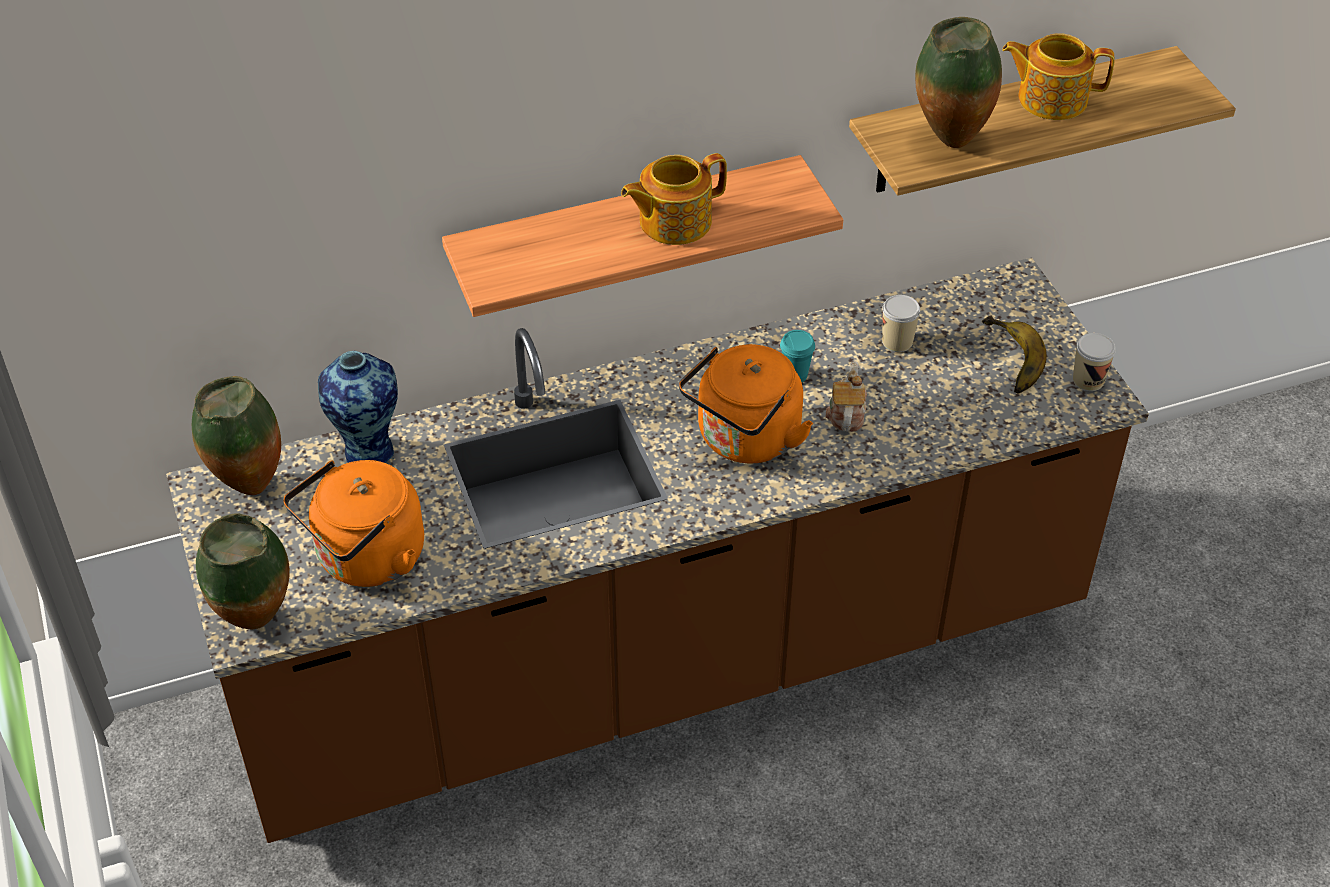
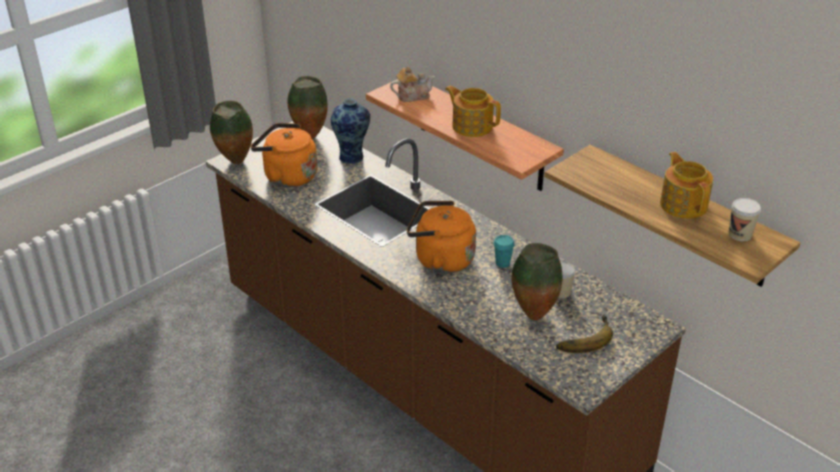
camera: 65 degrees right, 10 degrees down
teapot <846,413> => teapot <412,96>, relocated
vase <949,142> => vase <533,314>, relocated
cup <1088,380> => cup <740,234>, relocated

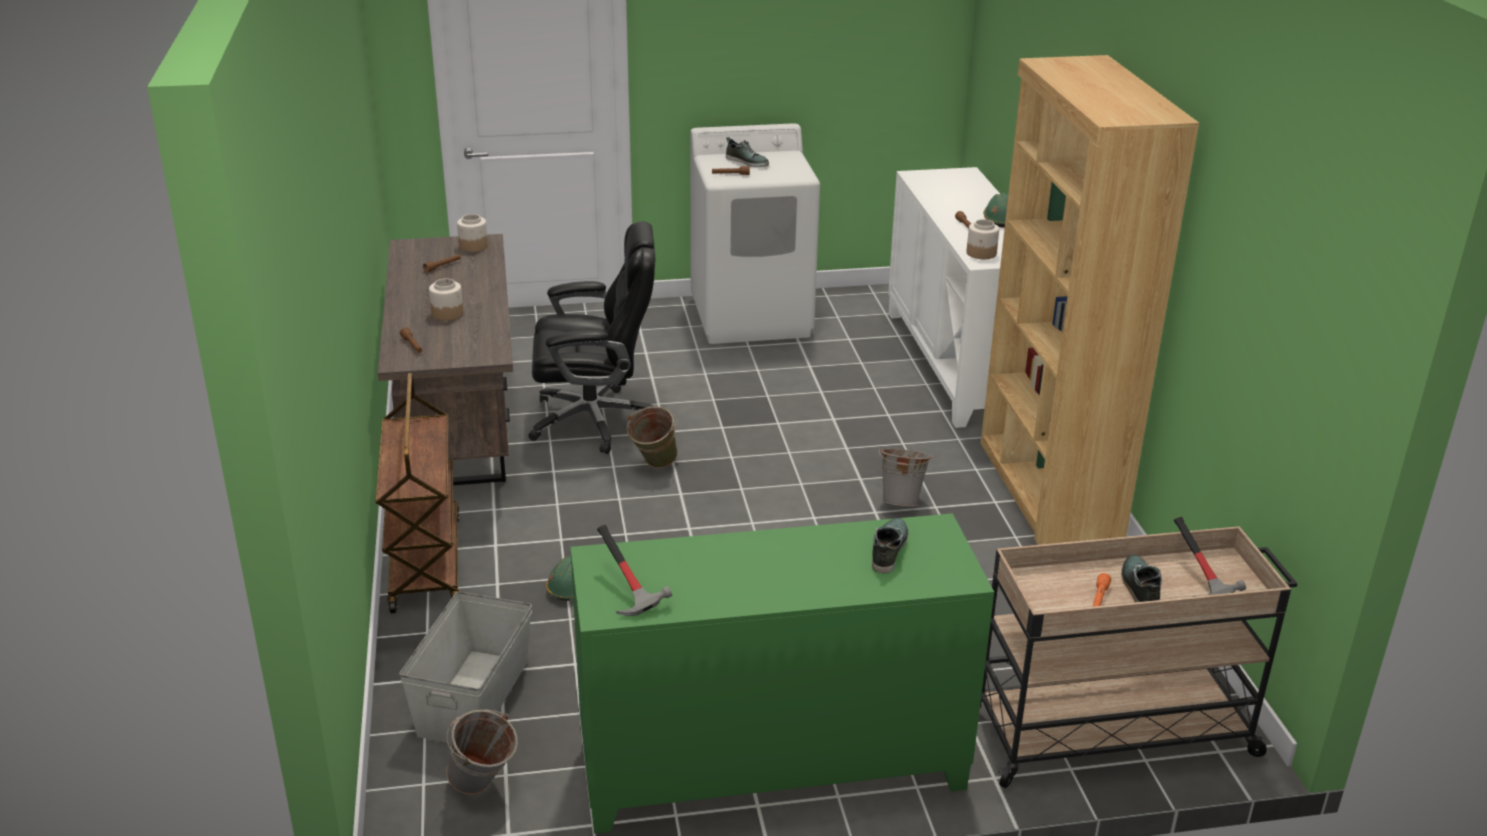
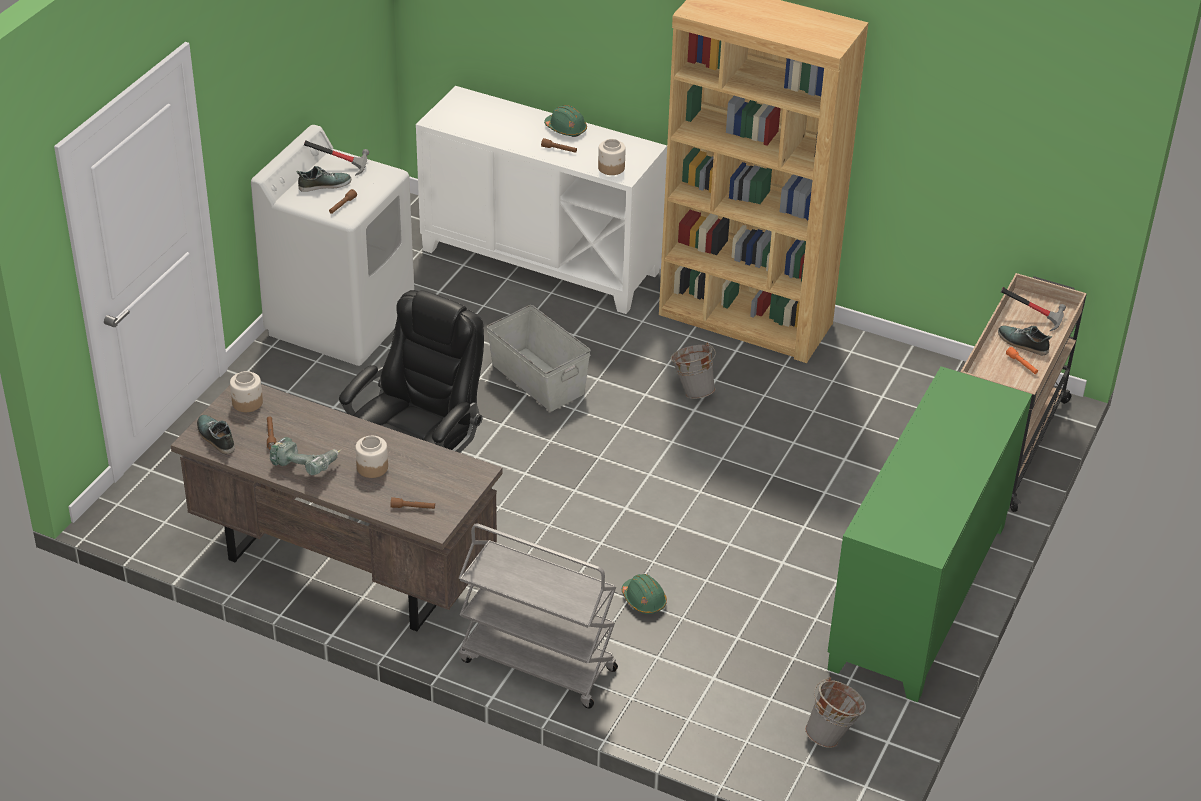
camera: 55 degrees left, 10 degrees up
green bucket <653,466> => nothing
nothing => power drill <306,465>
grey storage box <472,697> => grey storage box <537,379>, relocated
hammer <632,590> => hammer <341,165>, relocated
shoe <888,549> => shoe <215,437>, relocated
brown cart <424,563> => grey cart <536,665>

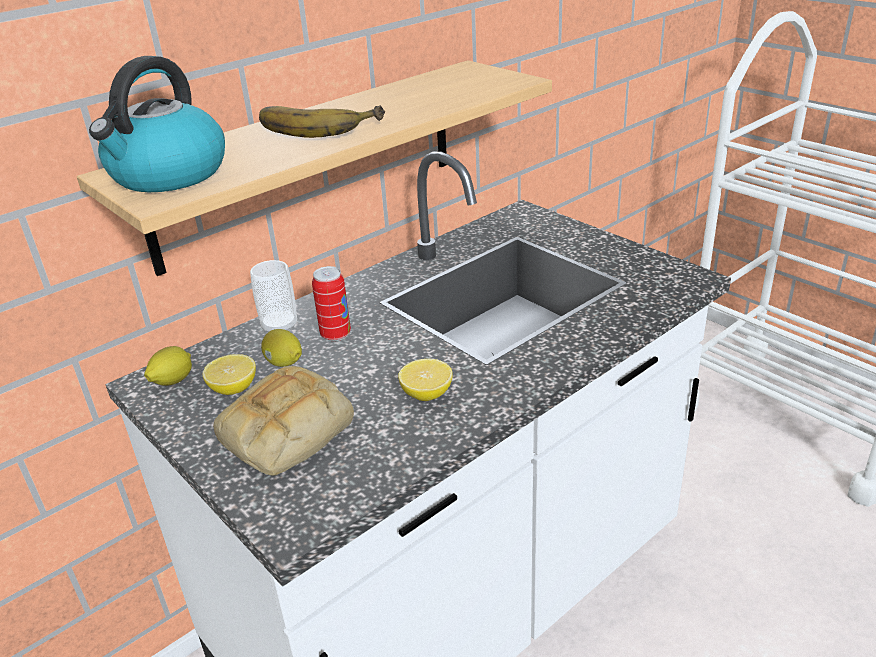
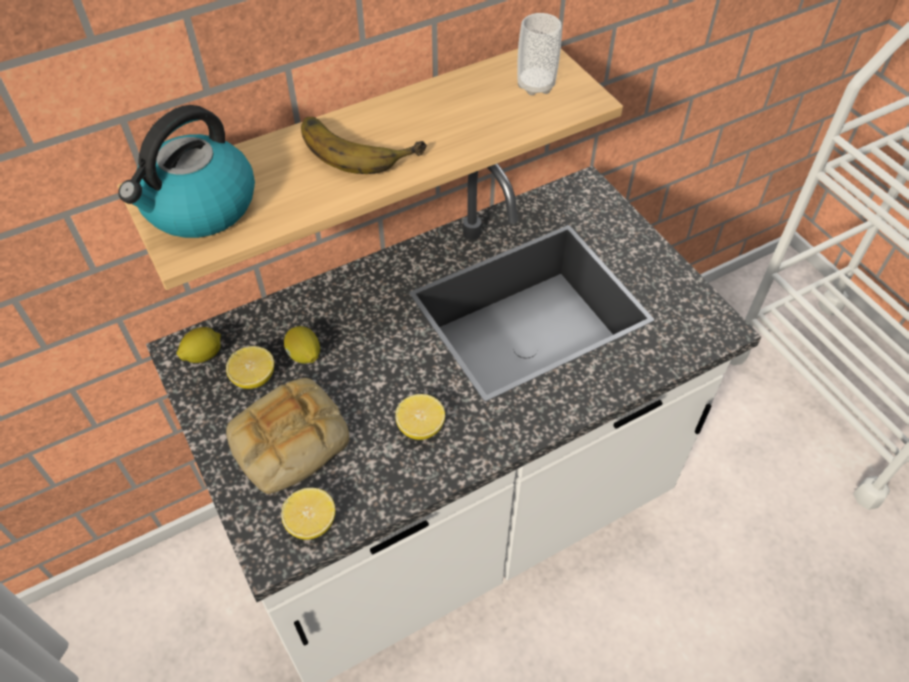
camera: 10 degrees right, 20 degrees up
can <335,334> => nothing
nothing => lemon <311,523>
cup <280,326> => cup <536,85>, relocated

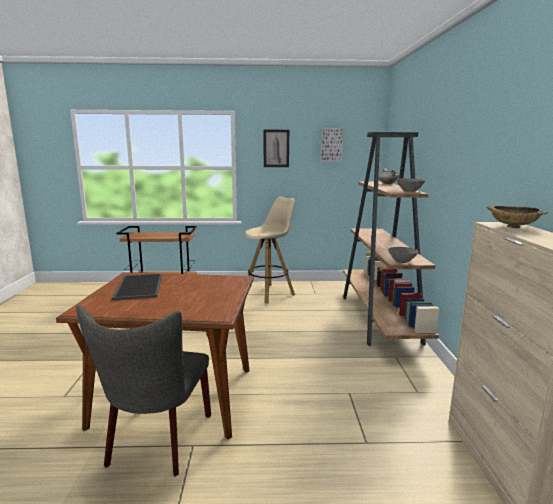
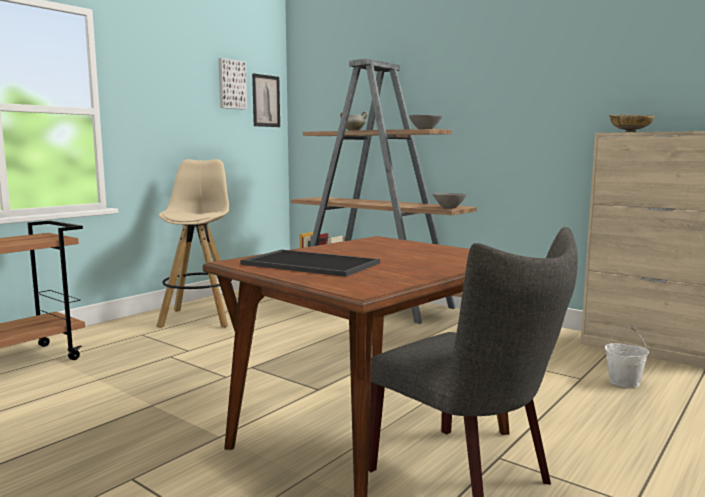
camera: 50 degrees left, 5 degrees down
nothing => white bucket <624,382>
picture <276,148> => picture <266,101>, relocated

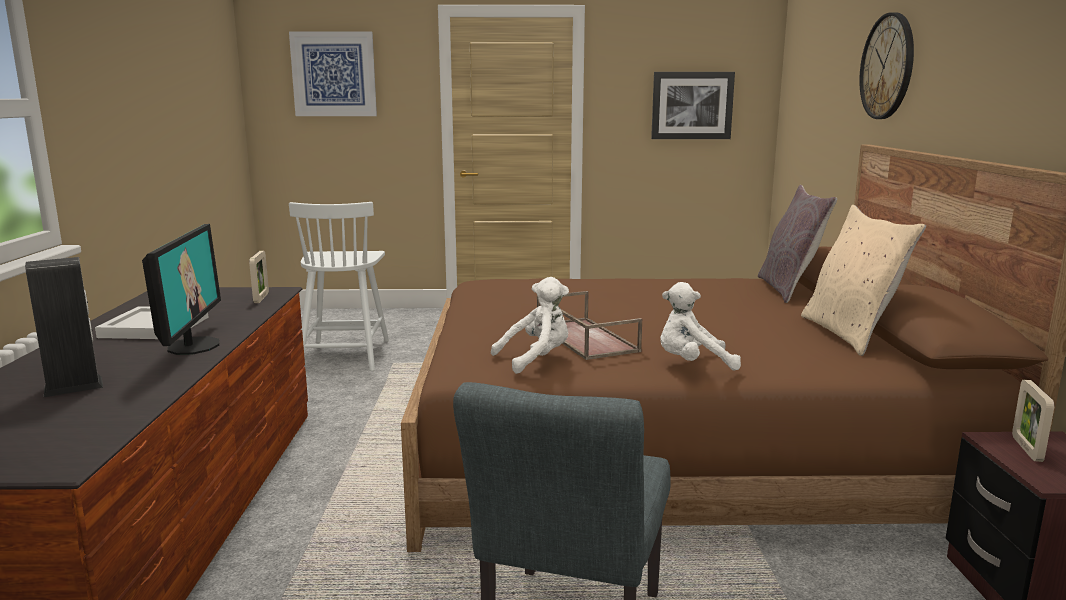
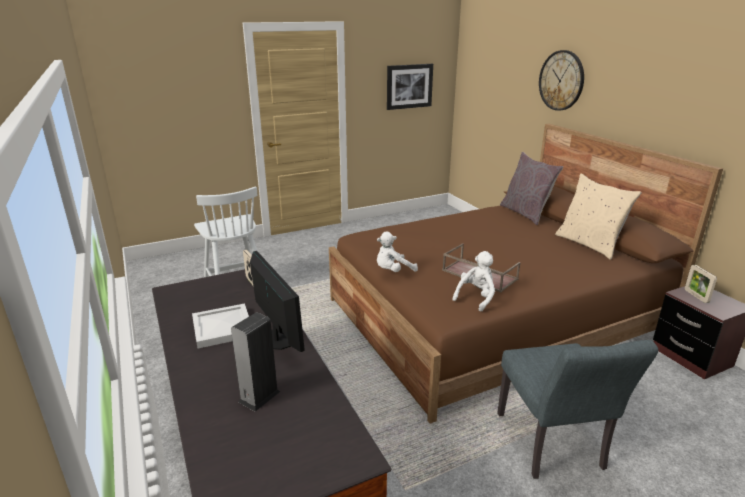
camera: 25 degrees left, 10 degrees up
picture <334,74> => nothing
white plush toy <692,364> => white plush toy <393,271>, relocated

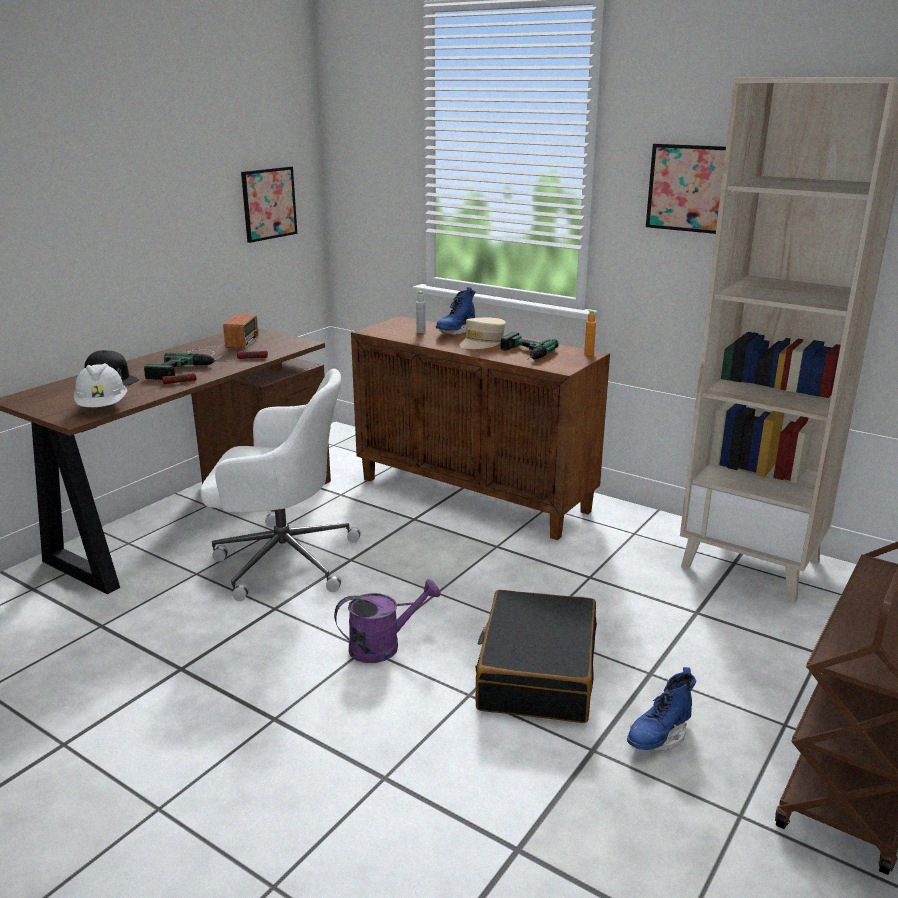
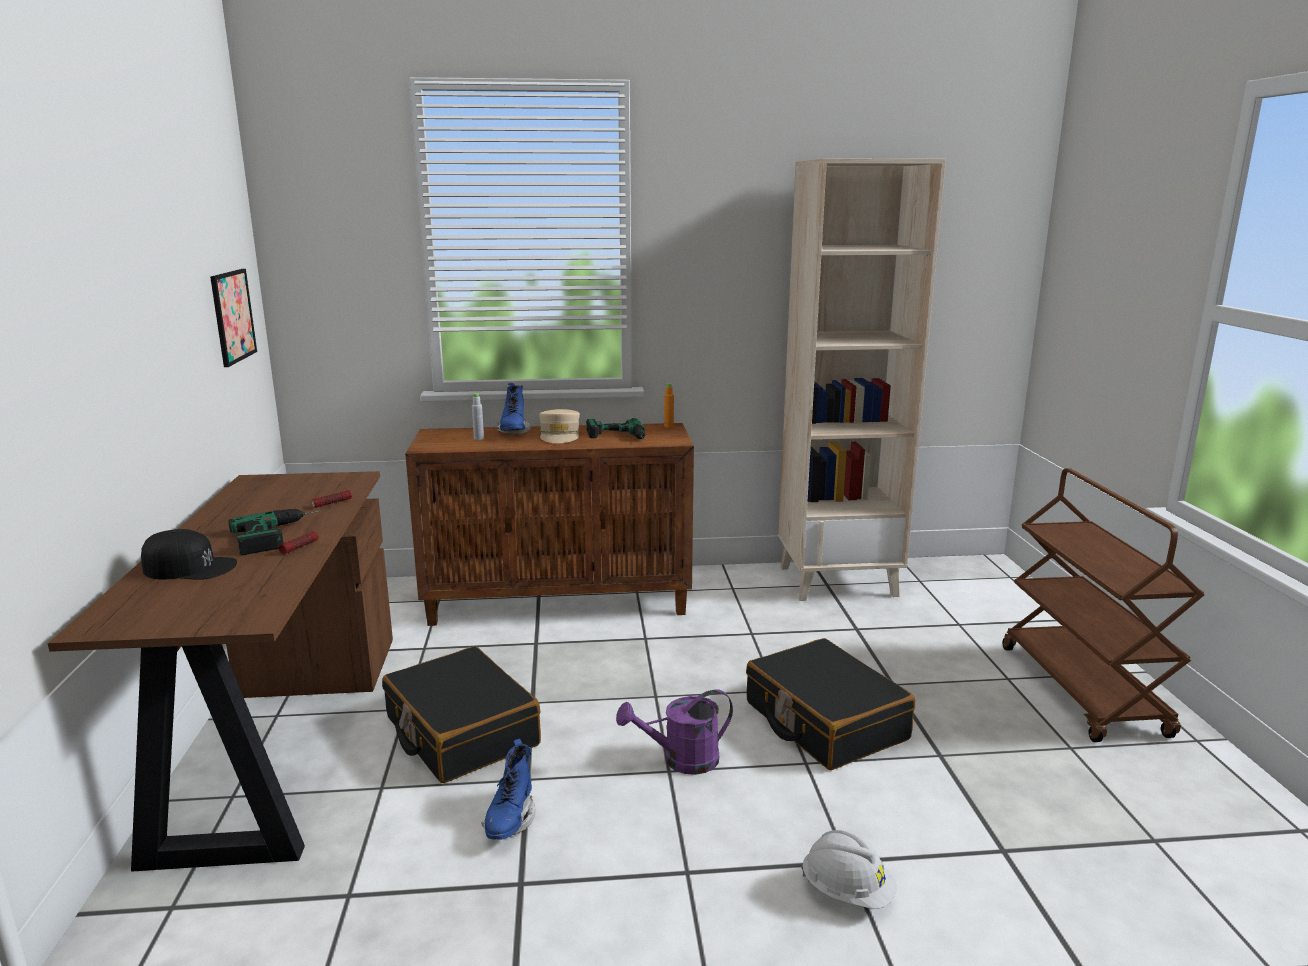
camera: 40 degrees left, 5 degrees down
radio <219,349> => nothing
picture <689,188> => nothing
white hard hat <103,407> => white hard hat <847,892>, relocated
blue boot <658,736> => blue boot <510,820>, relocated
white office chair <282,559> => black suitcase <461,732>
purple watering can <383,646> => purple watering can <681,760>, 135 degrees counterclockwise

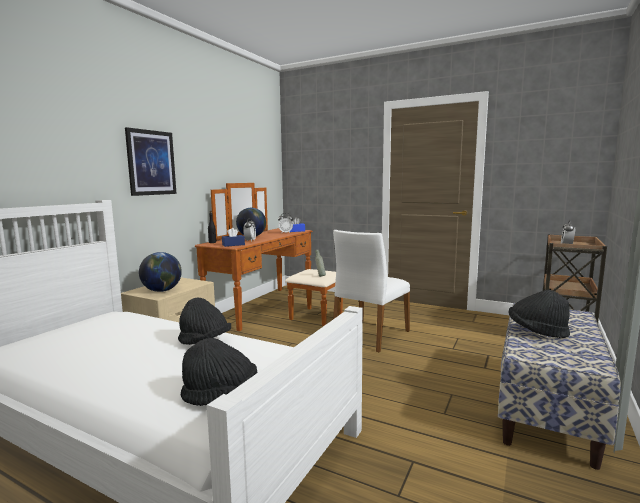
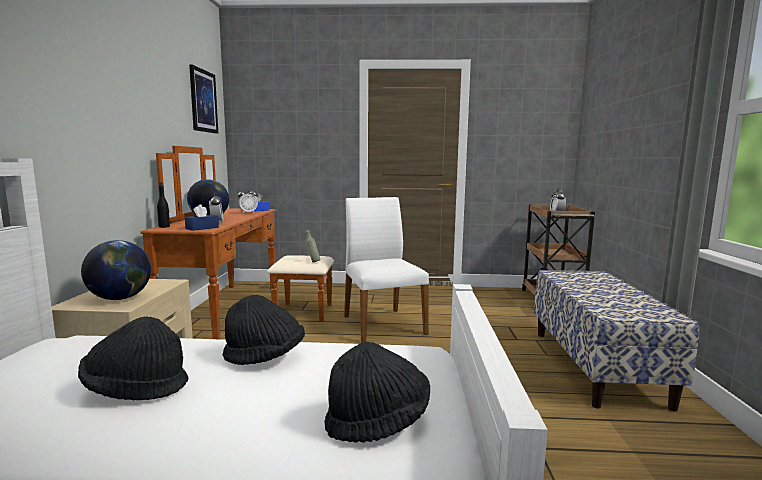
camera: 25 degrees left, 0 degrees up
picture <151,163> => picture <203,101>, relocated
black hat <537,332> => black hat <136,389>, relocated
white chair <369,335> => white chair <382,324>, 150 degrees clockwise

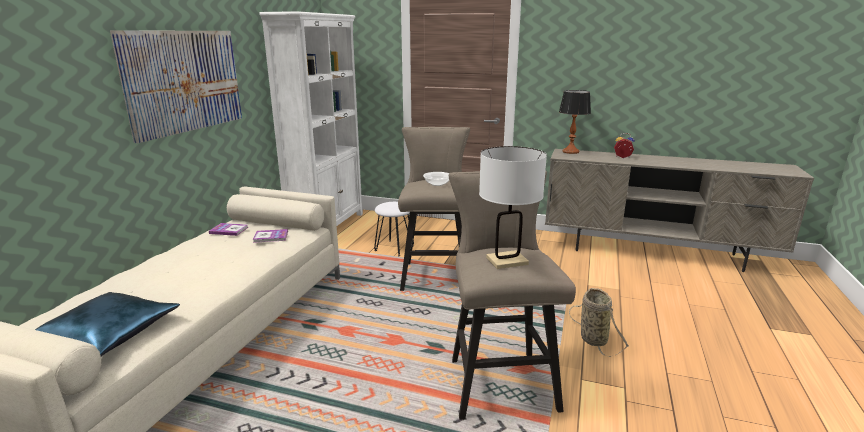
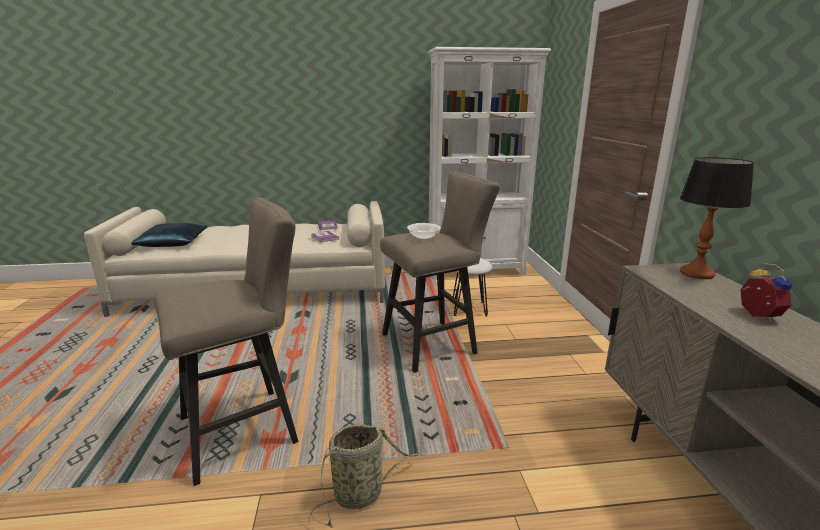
camera: 65 degrees right, 0 degrees up
picture <184,81> => nothing
white table lamp <507,261> => nothing

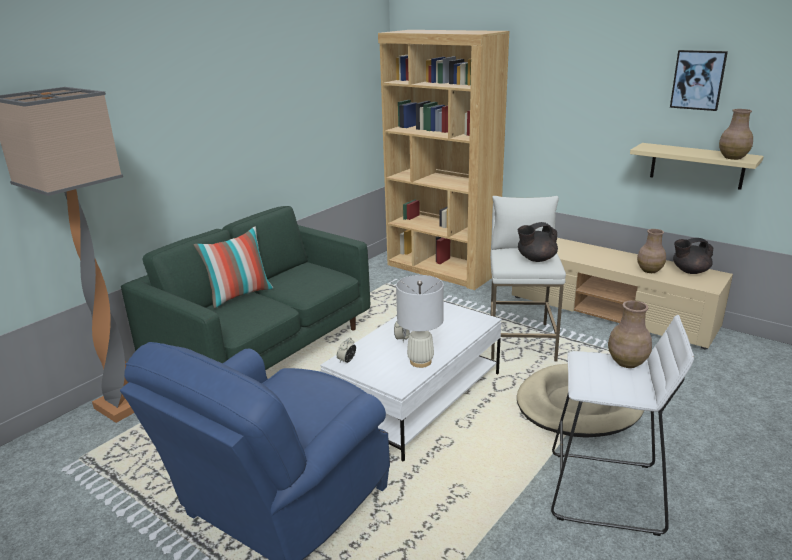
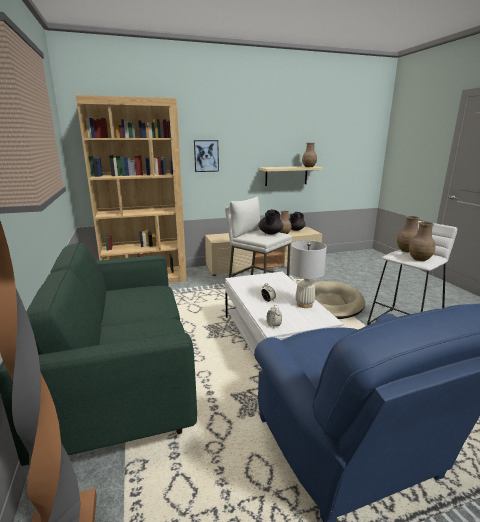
camera: 55 degrees left, 5 degrees down
pillow <239,295> => nothing
nothing => brown vase <420,259>
picture <698,80> => picture <206,156>, relocated

